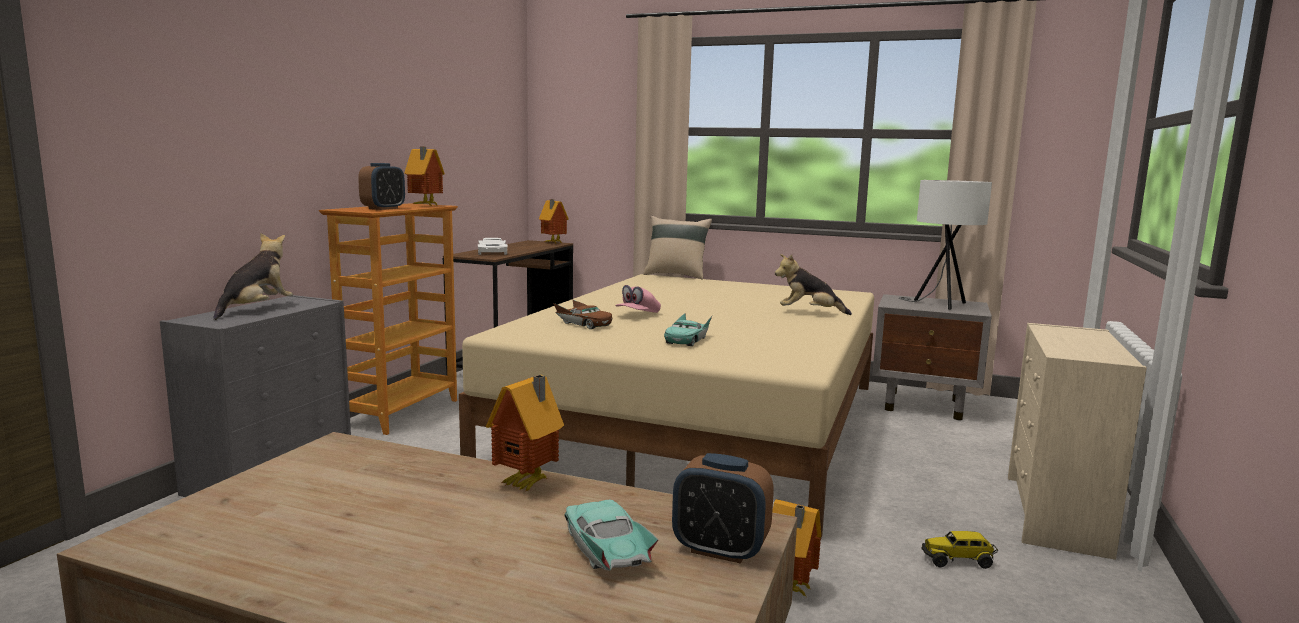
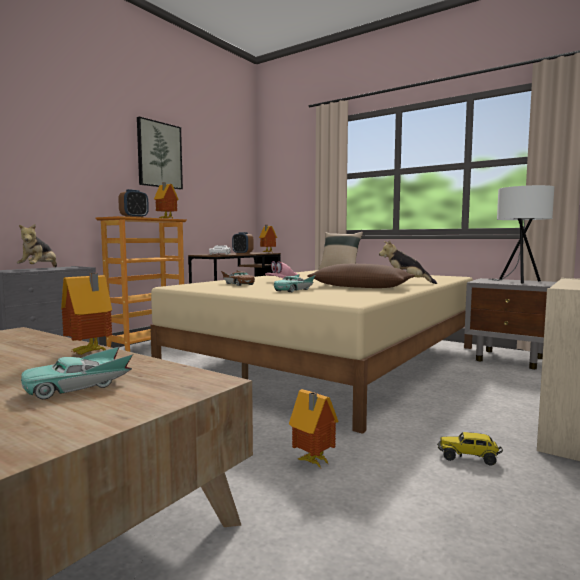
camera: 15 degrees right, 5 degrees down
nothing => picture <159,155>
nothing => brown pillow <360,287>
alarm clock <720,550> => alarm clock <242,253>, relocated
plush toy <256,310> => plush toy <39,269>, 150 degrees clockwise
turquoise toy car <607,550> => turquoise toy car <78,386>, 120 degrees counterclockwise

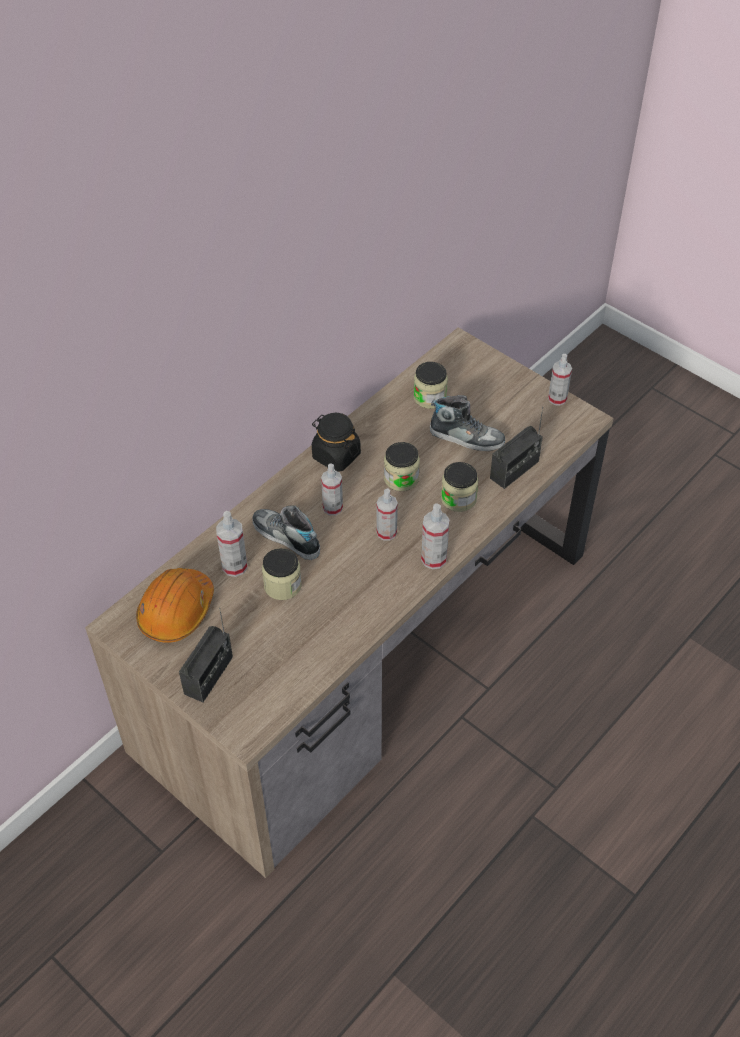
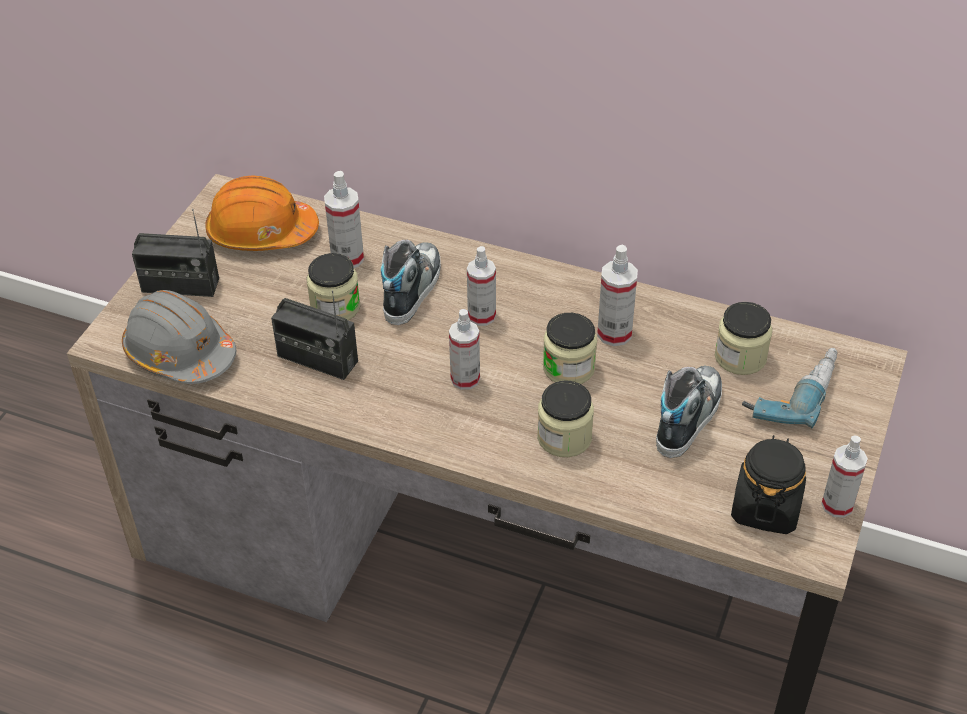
camera: 70 degrees right, 5 degrees down
nothing => grey hard hat <180,353>
nothing => power drill <791,391>
black jar <336,455> => black jar <765,507>, relocated
spray bottle <434,559> => spray bottle <614,333>, relocated
radio <514,470> => radio <317,359>, relocated
shoe <466,437> => shoe <687,416>, 150 degrees counterclockwise

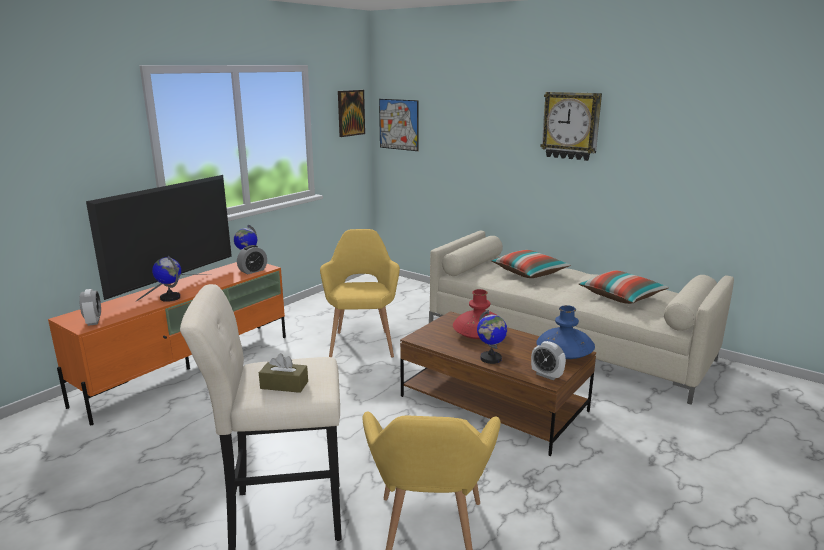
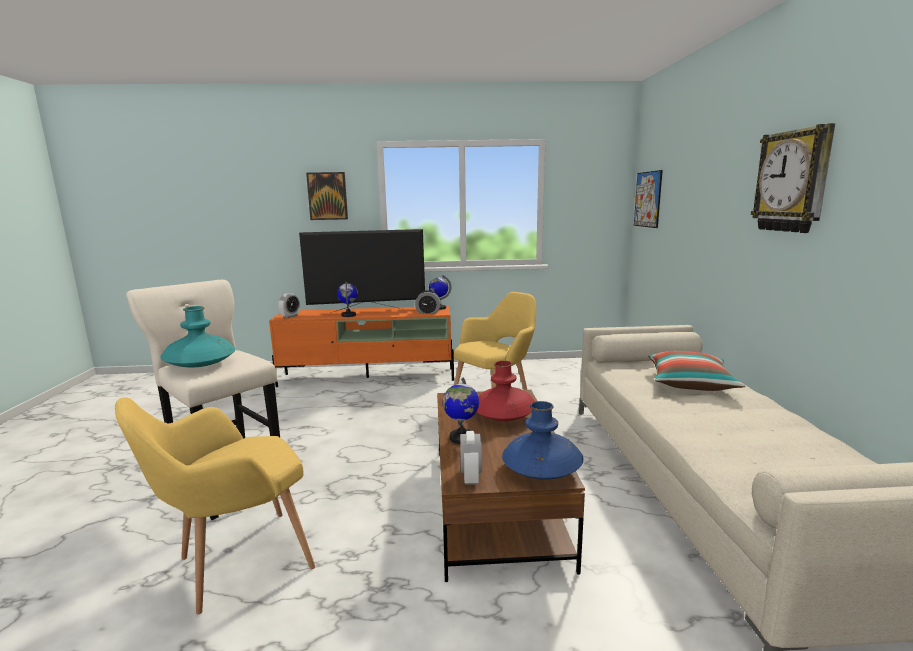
camera: 50 degrees right, 5 degrees down
pillow <621,297> => nothing
picture <350,113> => picture <327,196>, relocated
brown tissue box <284,385> => turquoise vase <200,364>

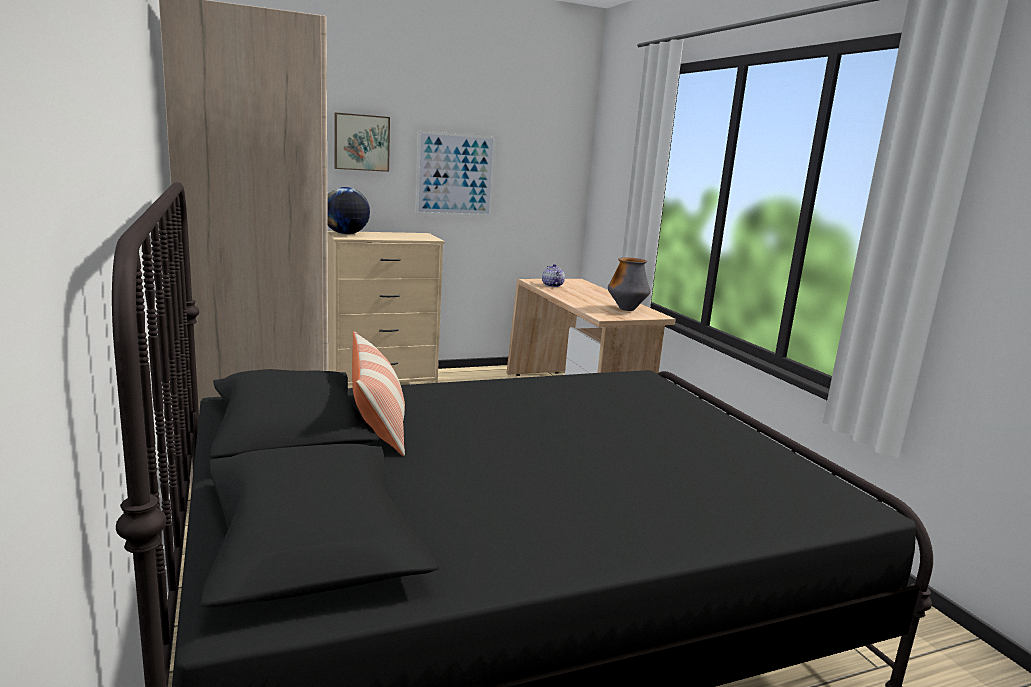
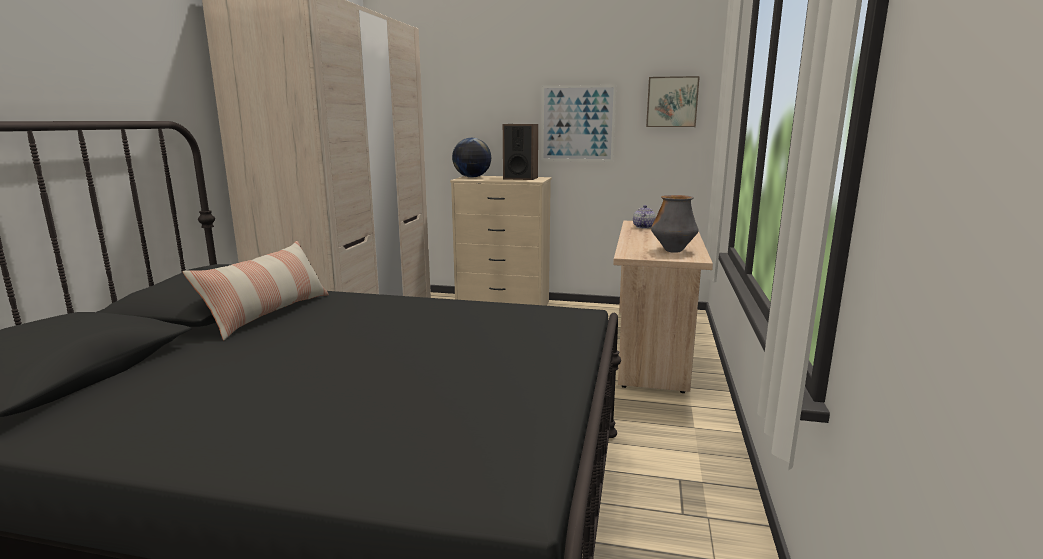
camera: 35 degrees right, 0 degrees up
nothing => speaker <520,178>
picture <361,142> => picture <672,102>, relocated

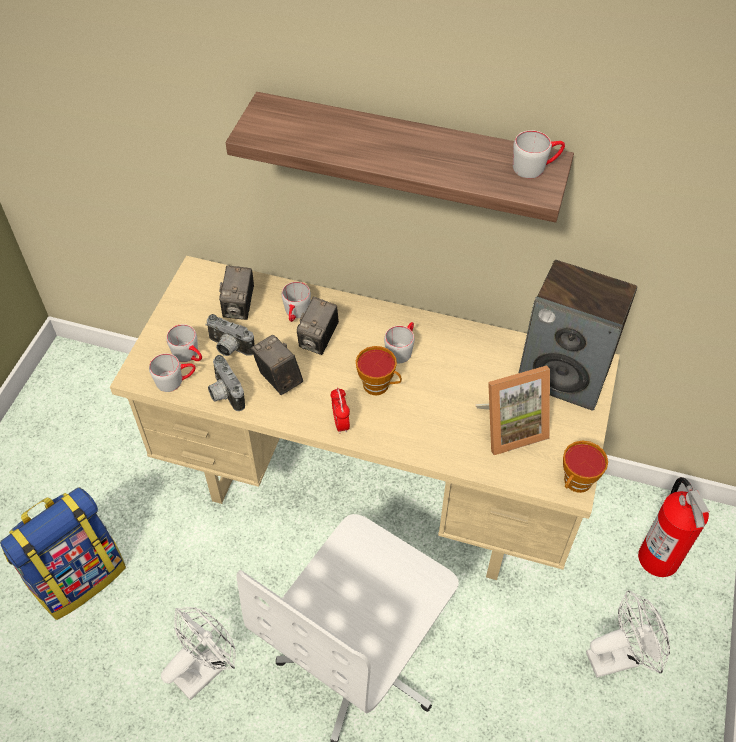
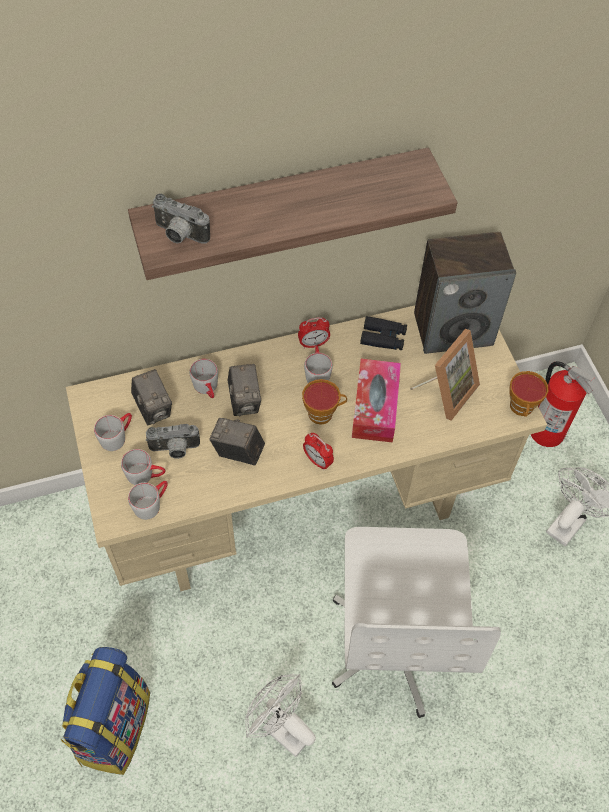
camera: 35 degrees left, 5 degrees up
nothing => alarm clock <313,344>
nothing => tissue box <375,407>
nothing => black binoculars <383,337>
photo camera <224,394> => photo camera <179,235>, relocated
grey mug <536,166> => grey mug <117,436>, relocated
white fan <205,667> => white fan <280,728>, 60 degrees counterclockwise

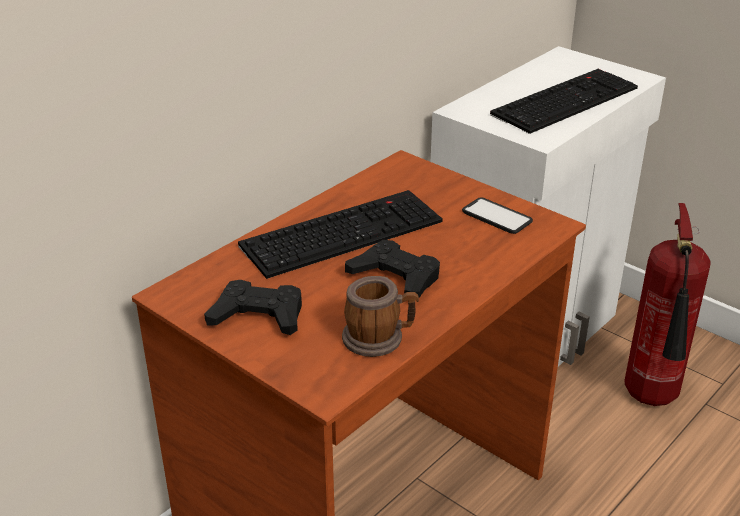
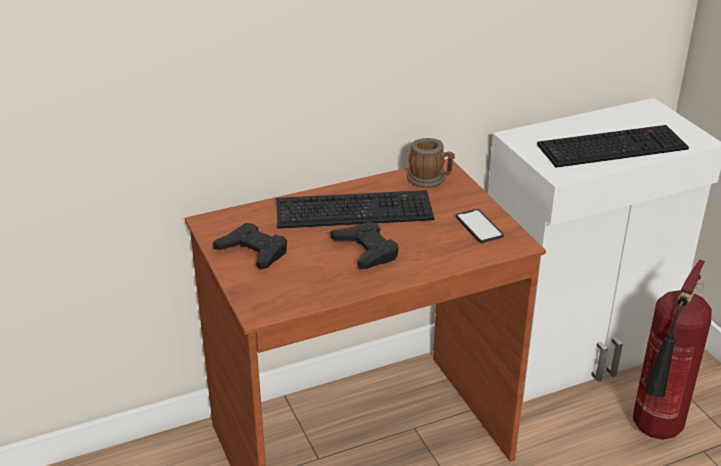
camera: 25 degrees right, 0 degrees up
mug <379,338> => mug <430,179>, relocated

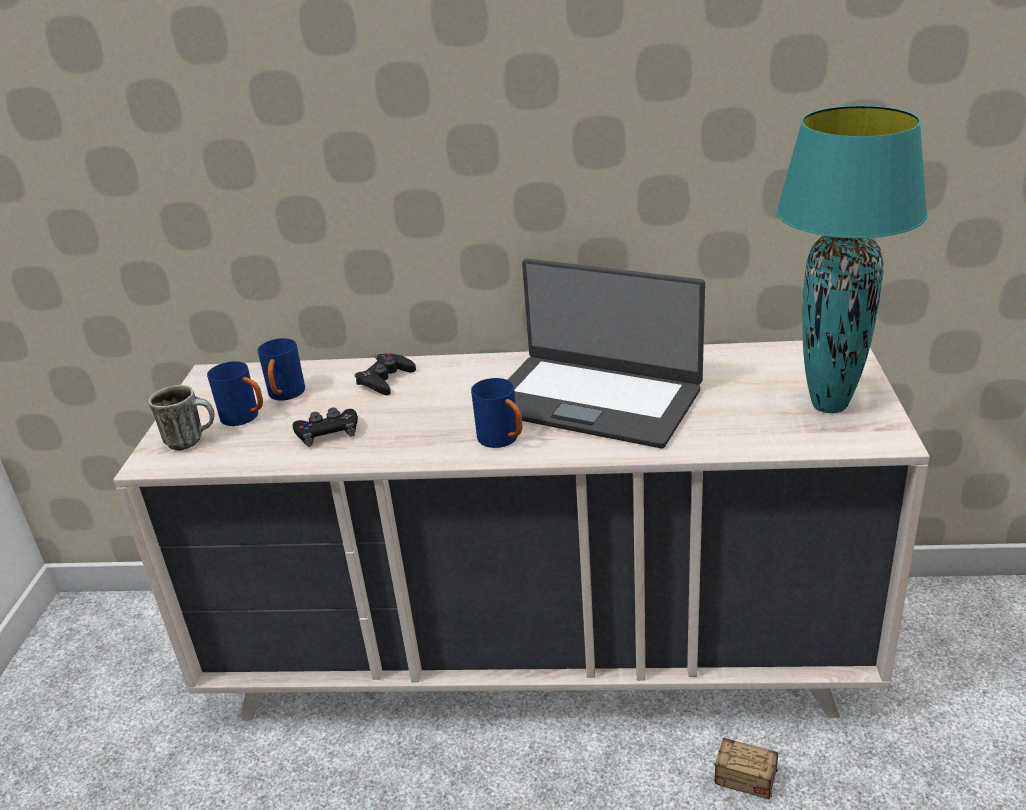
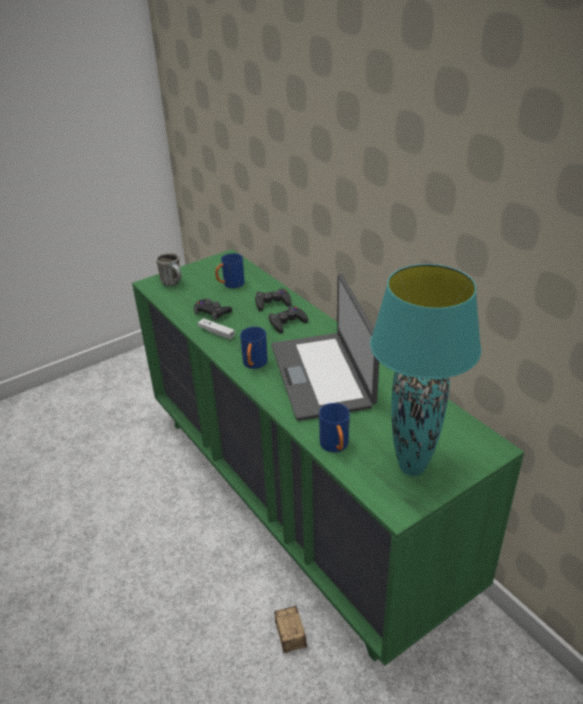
camera: 50 degrees right, 5 degrees up
nothing => white game controller <216,332>
nothing => black game controller <287,323>
blue mug <246,418> => blue mug <335,447>, relocated
beige dresser <537,656> => green dresser <298,500>

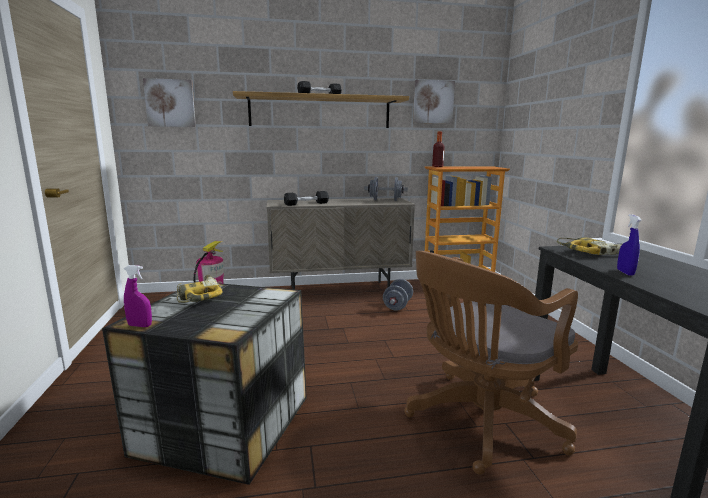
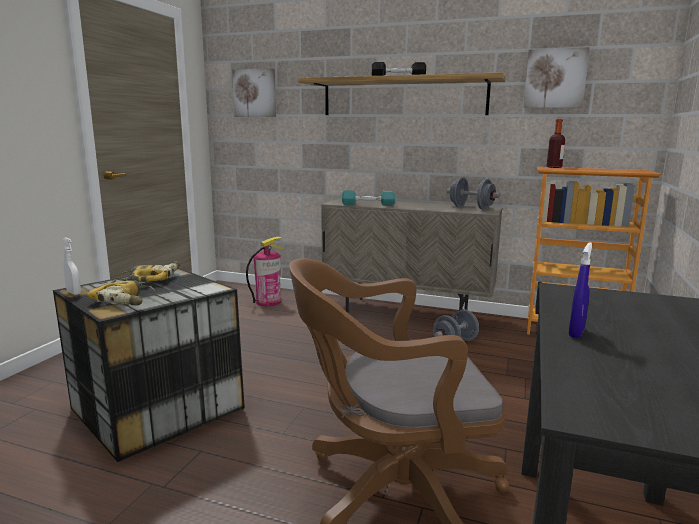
camera: 30 degrees right, 0 degrees up
power drill <594,252> => power drill <125,299>, relocated
purple spray bottle <140,325> => white spray bottle <74,293>
black dumbbell <306,204> => turquoise dumbbell <368,204>

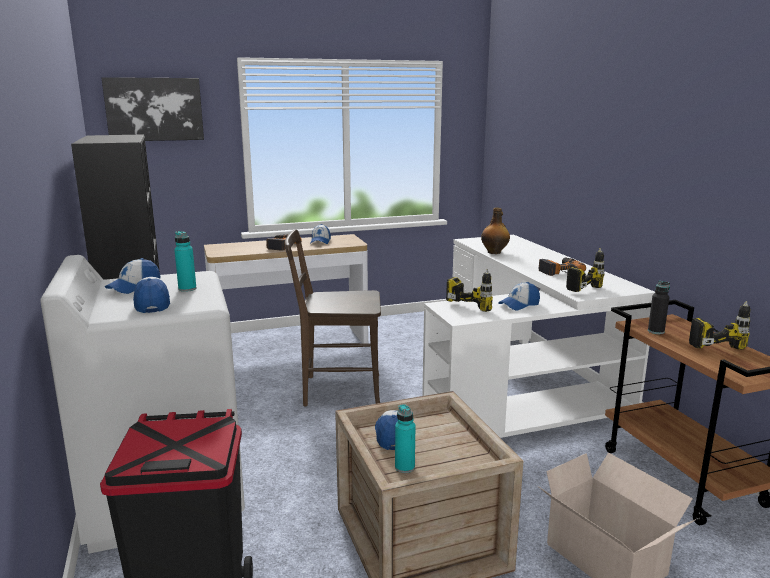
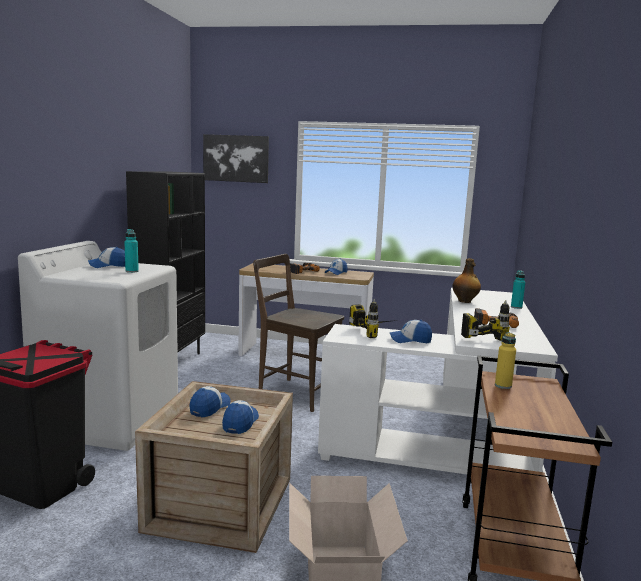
camera: 30 degrees right, 5 degrees down
power drill <707,341> => nothing
cap <152,303> => cap <240,423>, relocated
turquoise bottle <404,467> => turquoise bottle <516,307>, relocated
black bottle <656,331> => yellow bottle <503,386>

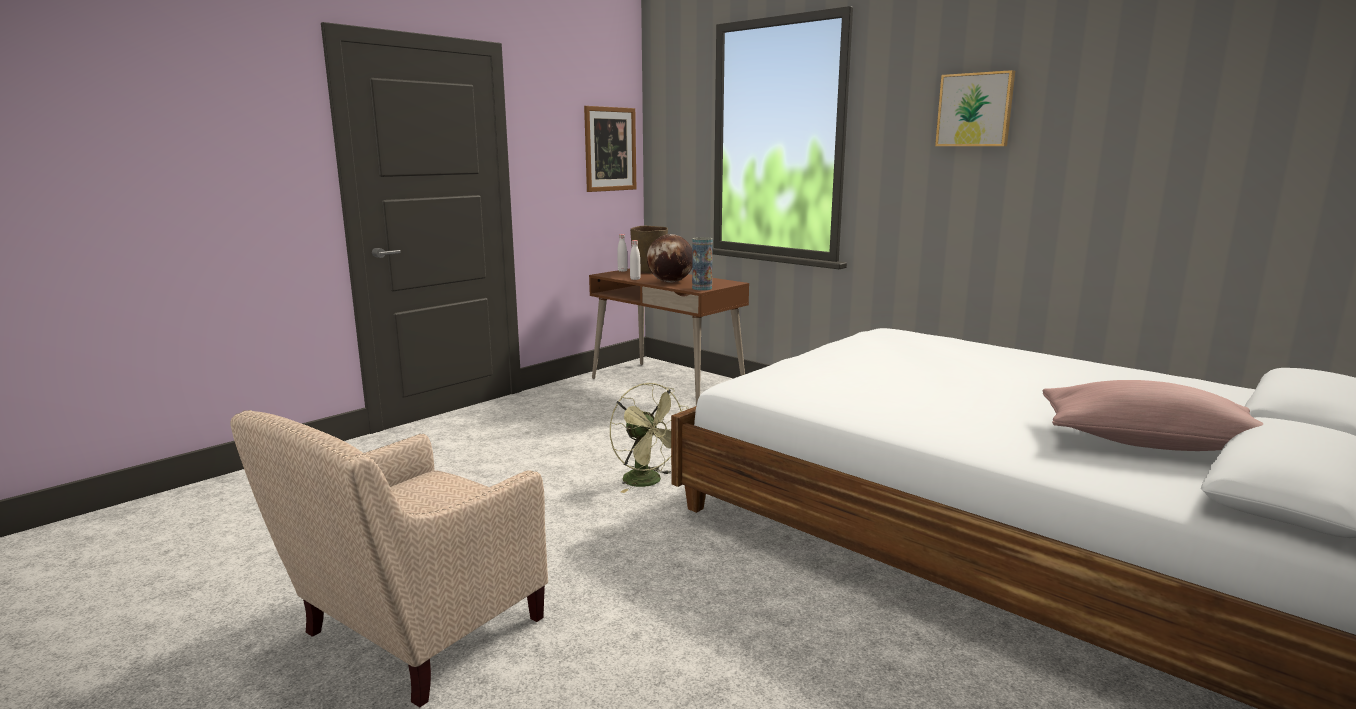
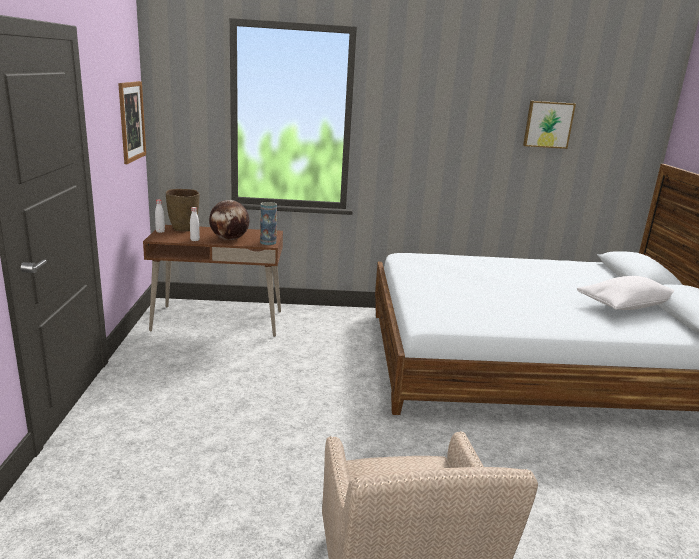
camera: 45 degrees left, 5 degrees up
green fan <648,482> => nothing
picture <975,110> => picture <548,124>, relocated
pink pillow <1148,443> => white pillow <626,306>

